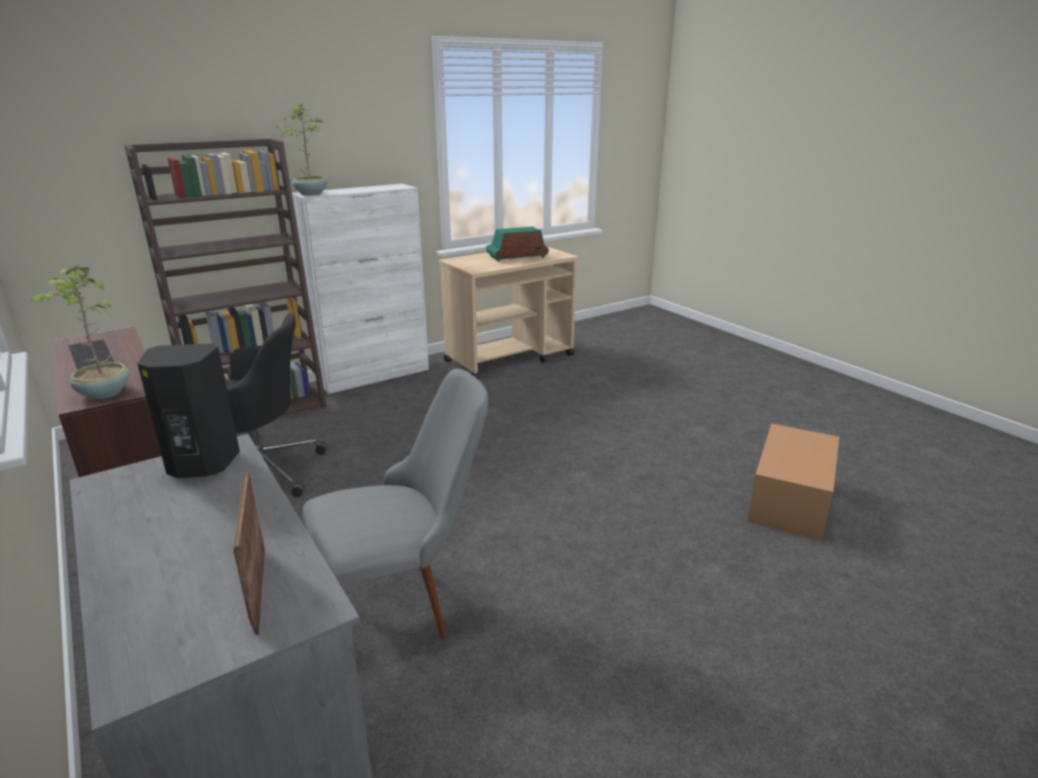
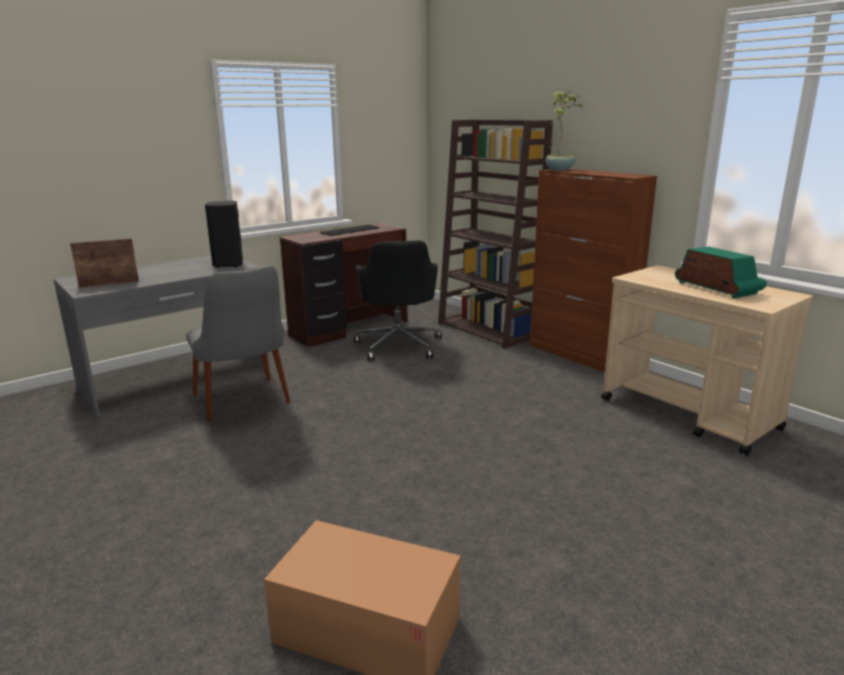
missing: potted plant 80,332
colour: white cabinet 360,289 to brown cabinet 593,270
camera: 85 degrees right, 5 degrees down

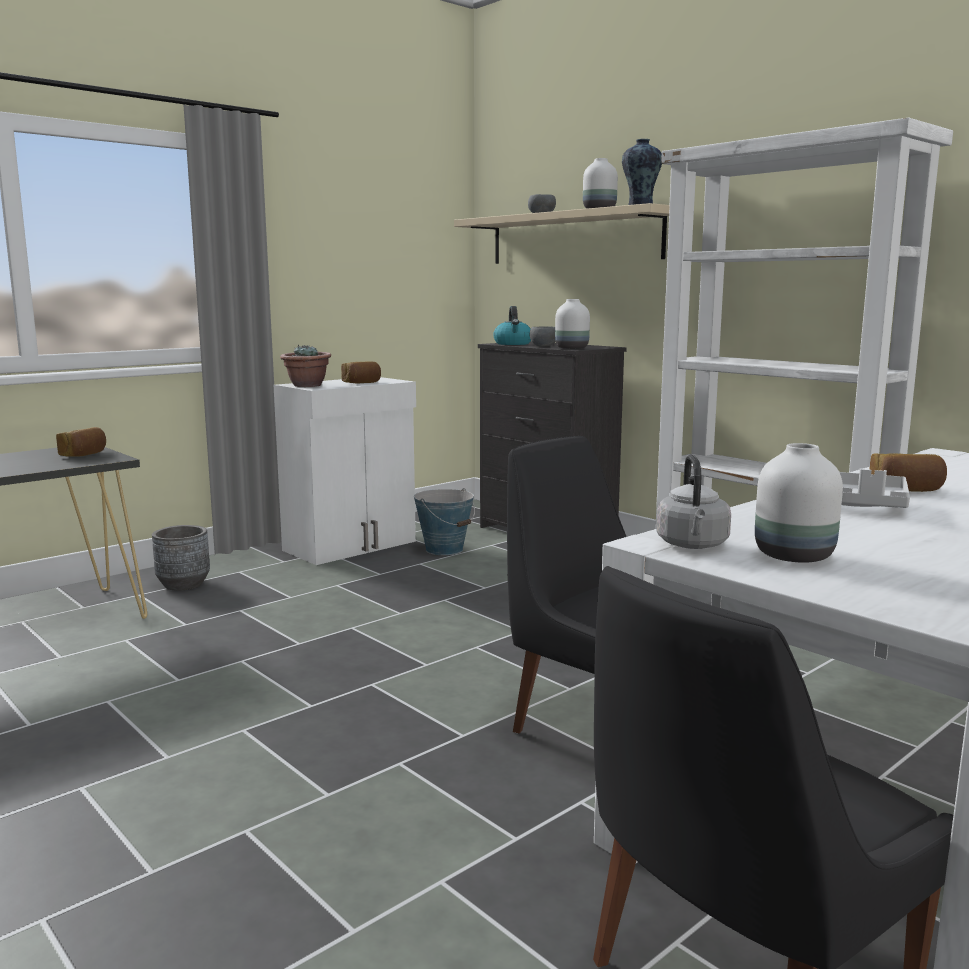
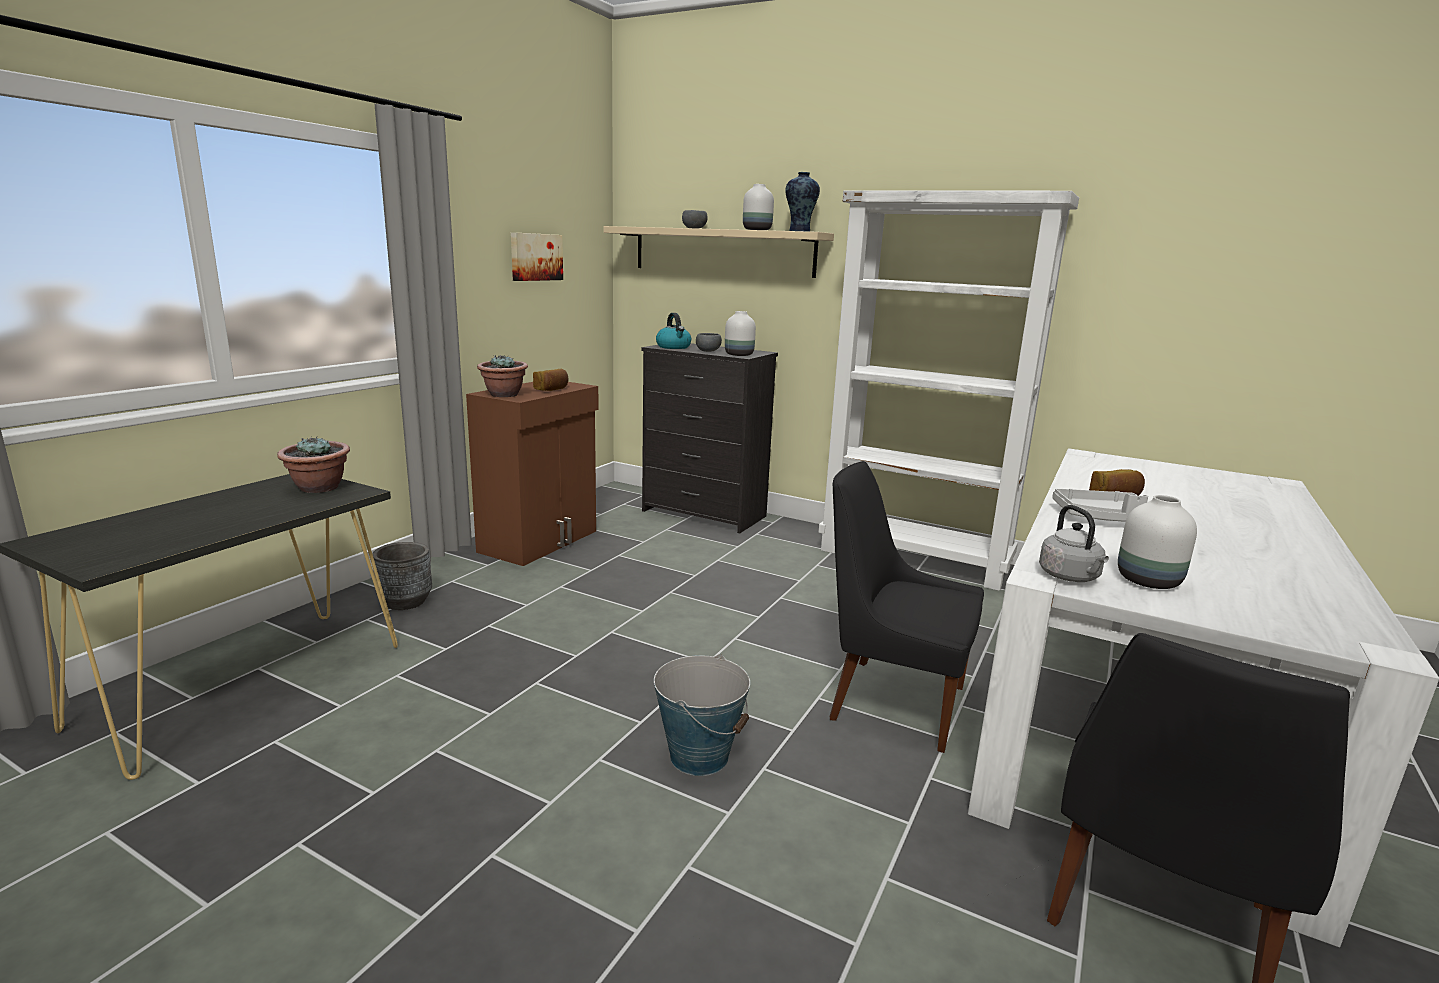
appeared: picture 537,256
relocated: bucket 444,521 to 702,715
exchanged: bread 81,442 to potted plant 313,465
colour: white cabinet 345,471 to brown cabinet 532,474
camera: 20 degrees left, 5 degrees up

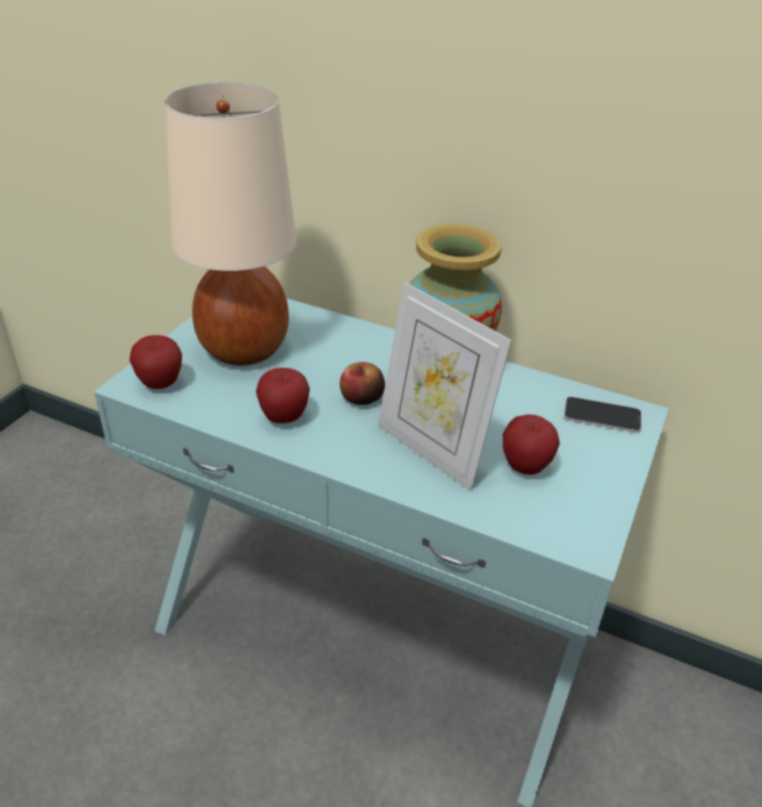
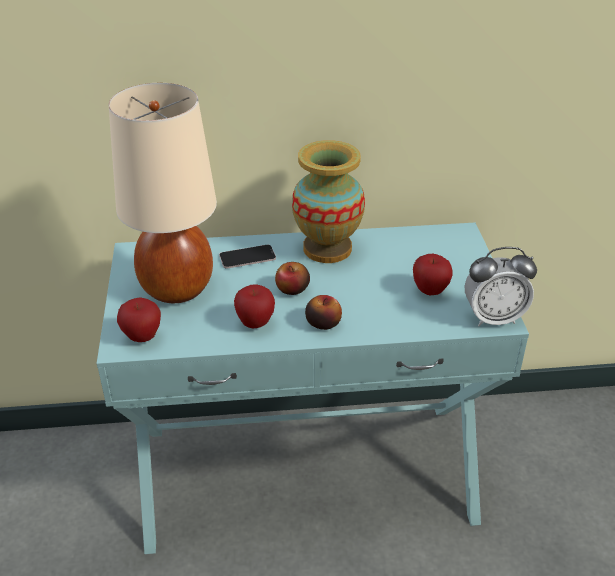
missing: picture frame 445,386
appeared: alarm clock 501,286; apple 323,312
relocated: phone 603,415 to 247,256
camera: 30 degrees left, 0 degrees up

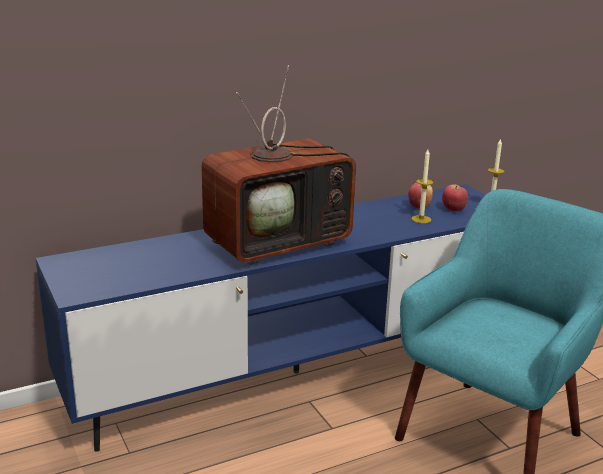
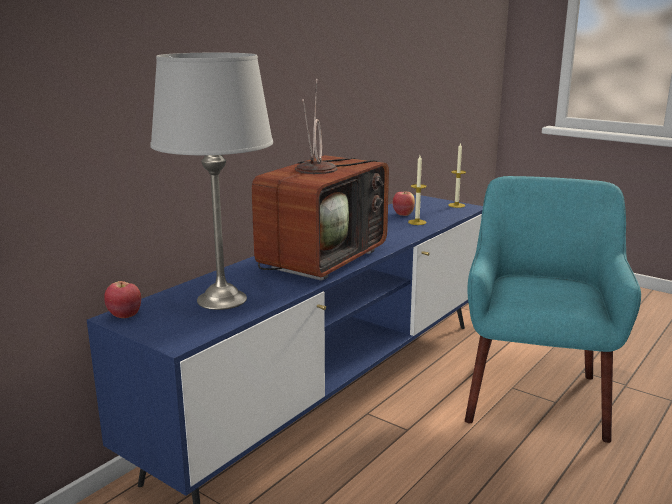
appeared: grey table lamp 211,181
relocated: apple 455,198 to 122,299
camera: 25 degrees left, 5 degrees down

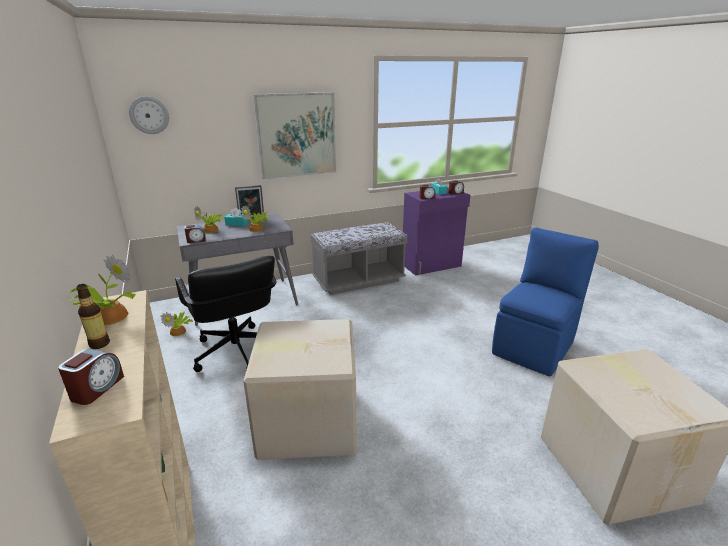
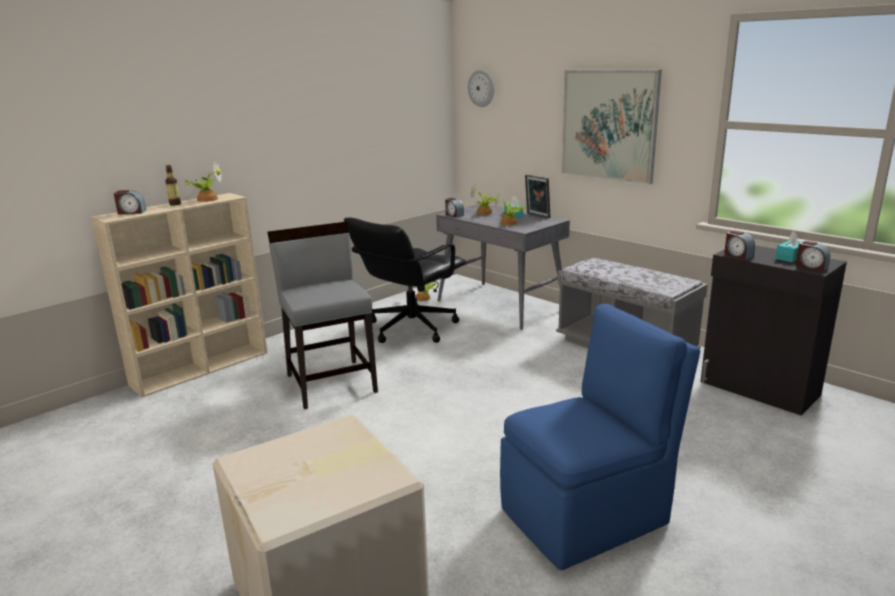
exchanged: cardboard box 300,389 to grey chair 322,315
colour: purple cabinet 437,232 to black cabinet 773,330
spun: blue chair 545,301 = 600,437 45 degrees counterclockwise
camera: 70 degrees right, 5 degrees down

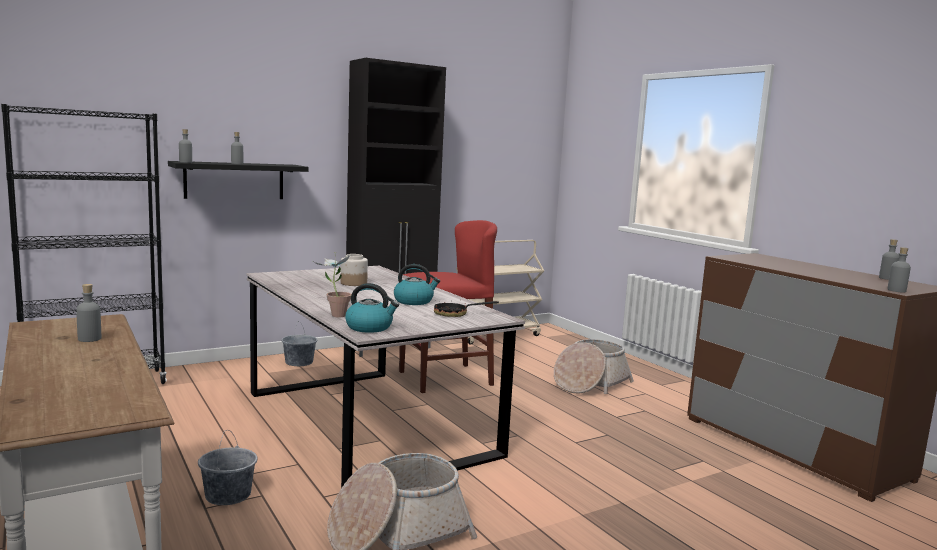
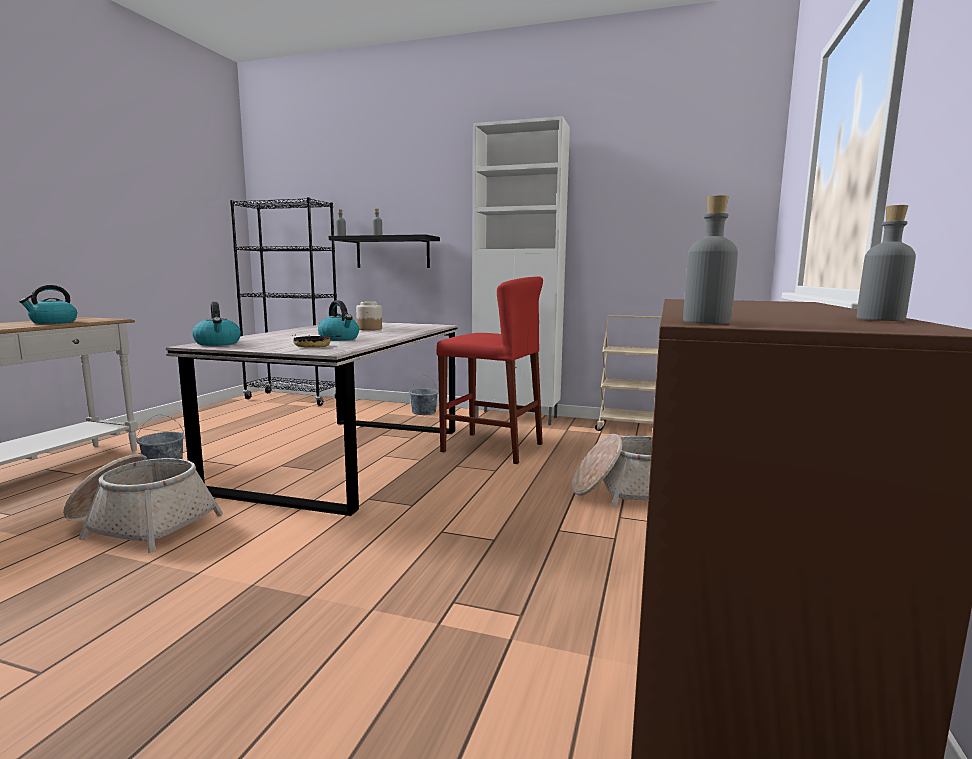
missing: potted plant 333,284
exchanged: grey bottle 88,313 to kettle 48,304
colour: black cabinet 396,207 to white cabinet 521,270
camera: 50 degrees right, 0 degrees up

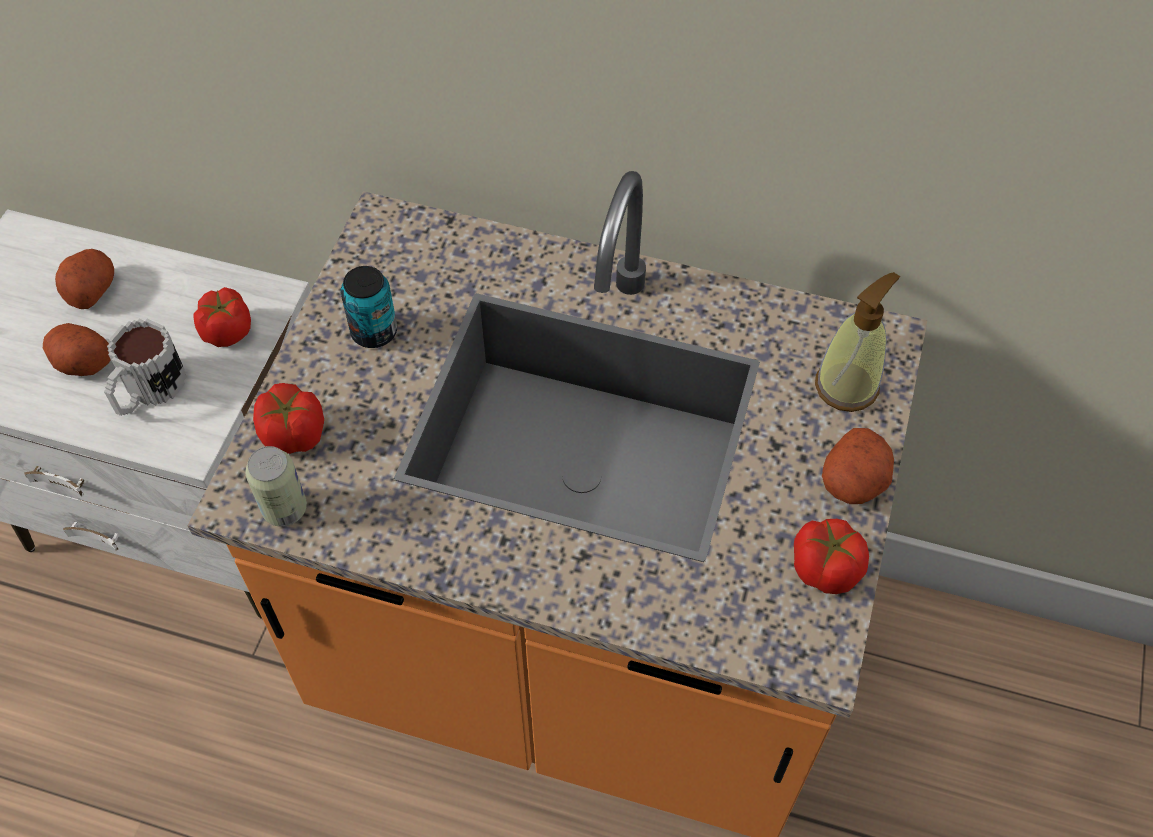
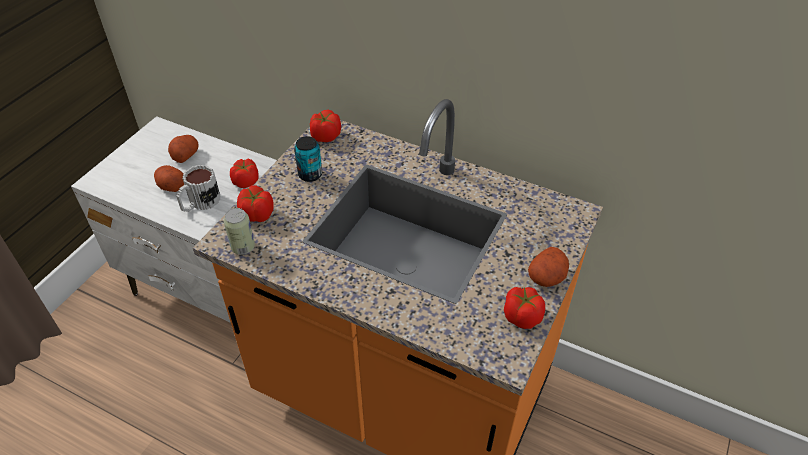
missing: soap dispenser 857,342
appeared: tomato 325,126
camera: 10 degrees right, 10 degrees down

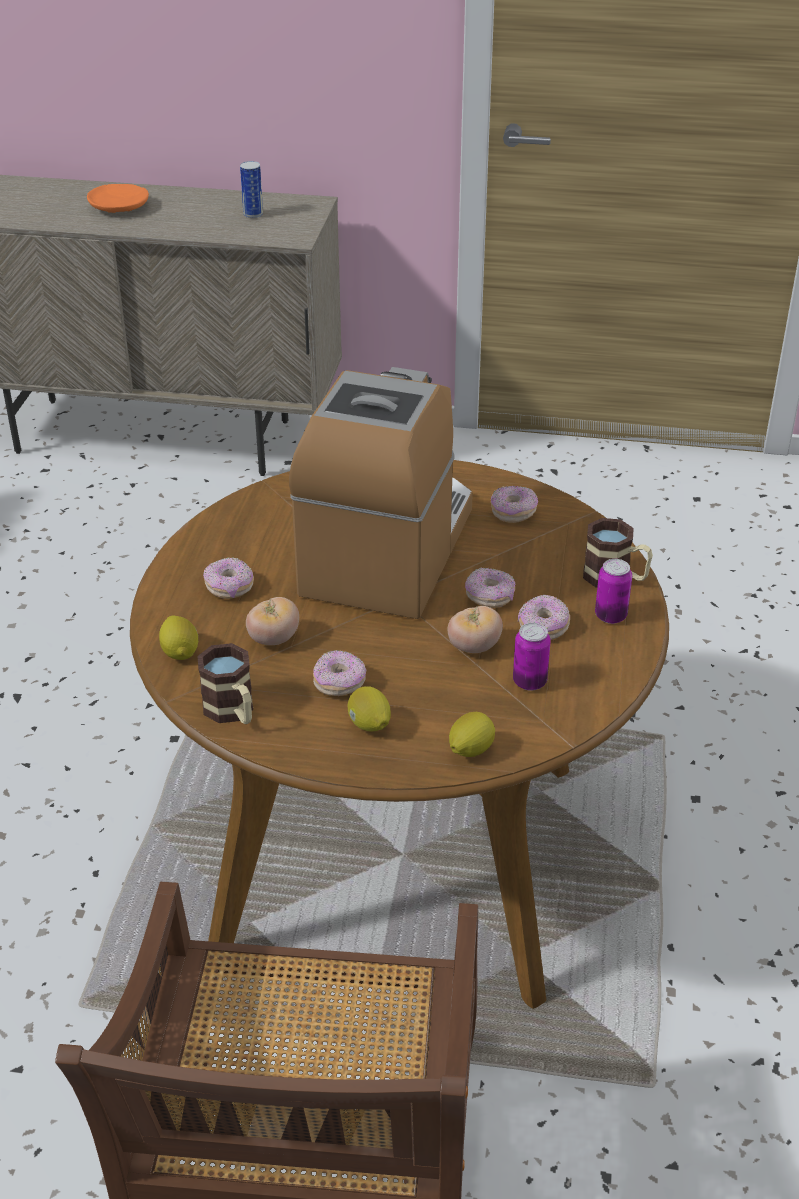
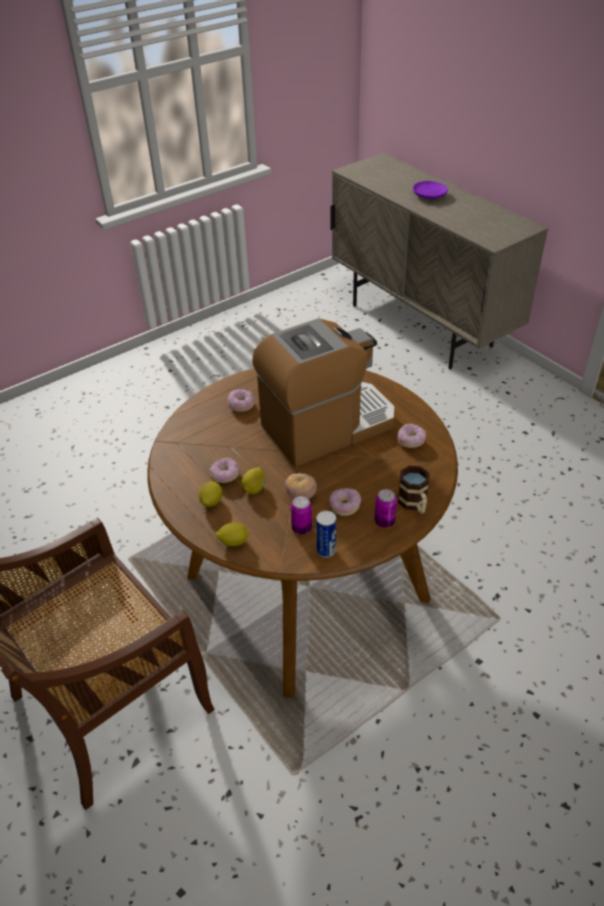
missing: donut 490,588; tomato 272,621; mug 225,683
relocated: can 251,189 to 326,534; lemon 178,637 to 253,480
colour: orange plate 118,198 to purple plate 430,190
camera: 45 degrees right, 5 degrees up

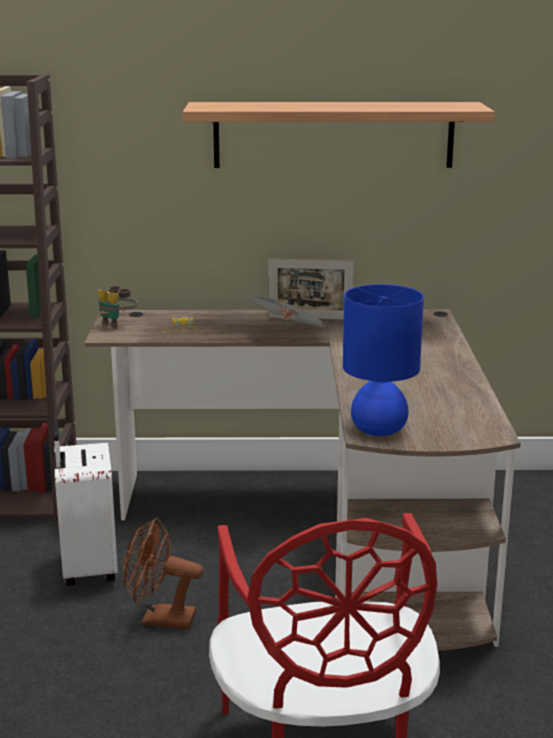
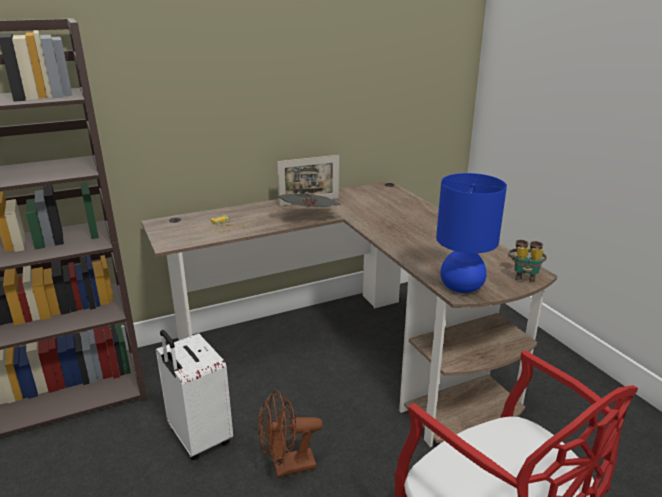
missing: shelf 339,135
relocated: binoculars 118,307 to 527,261
camera: 25 degrees left, 5 degrees up

